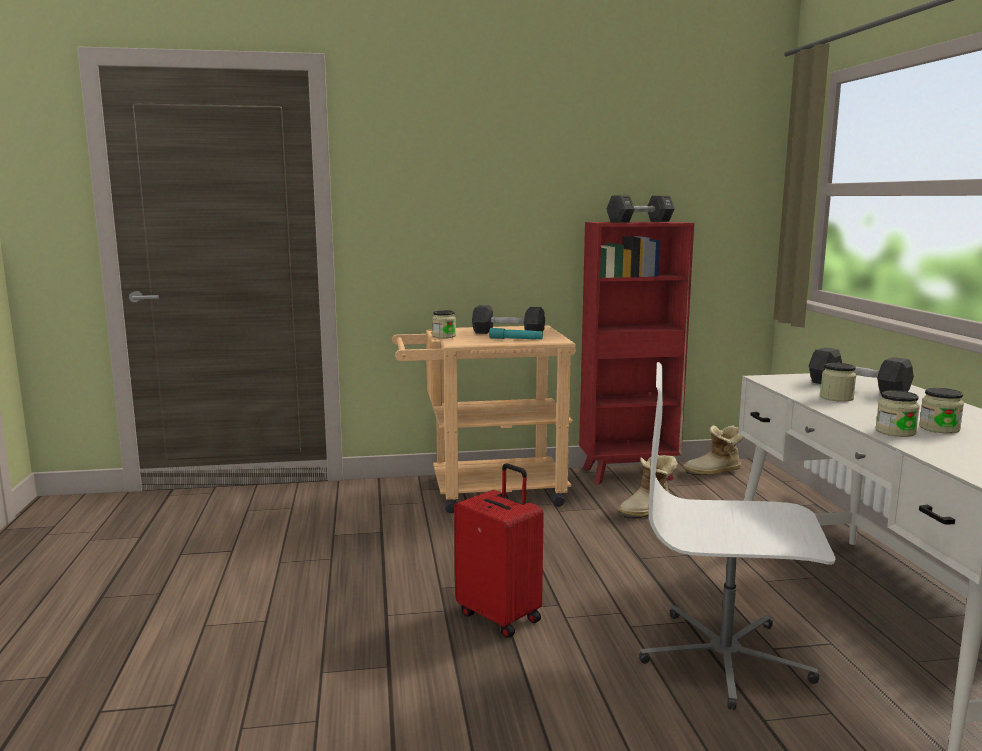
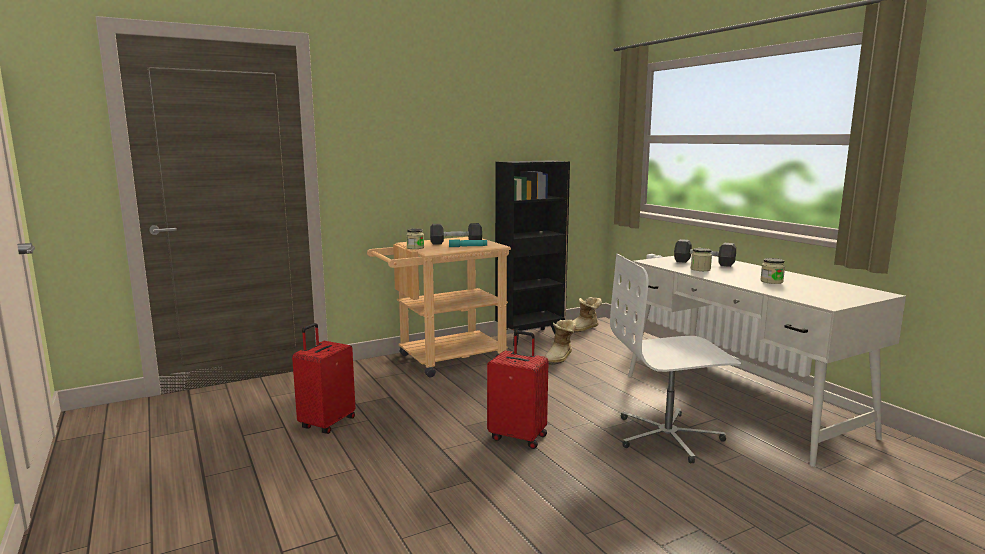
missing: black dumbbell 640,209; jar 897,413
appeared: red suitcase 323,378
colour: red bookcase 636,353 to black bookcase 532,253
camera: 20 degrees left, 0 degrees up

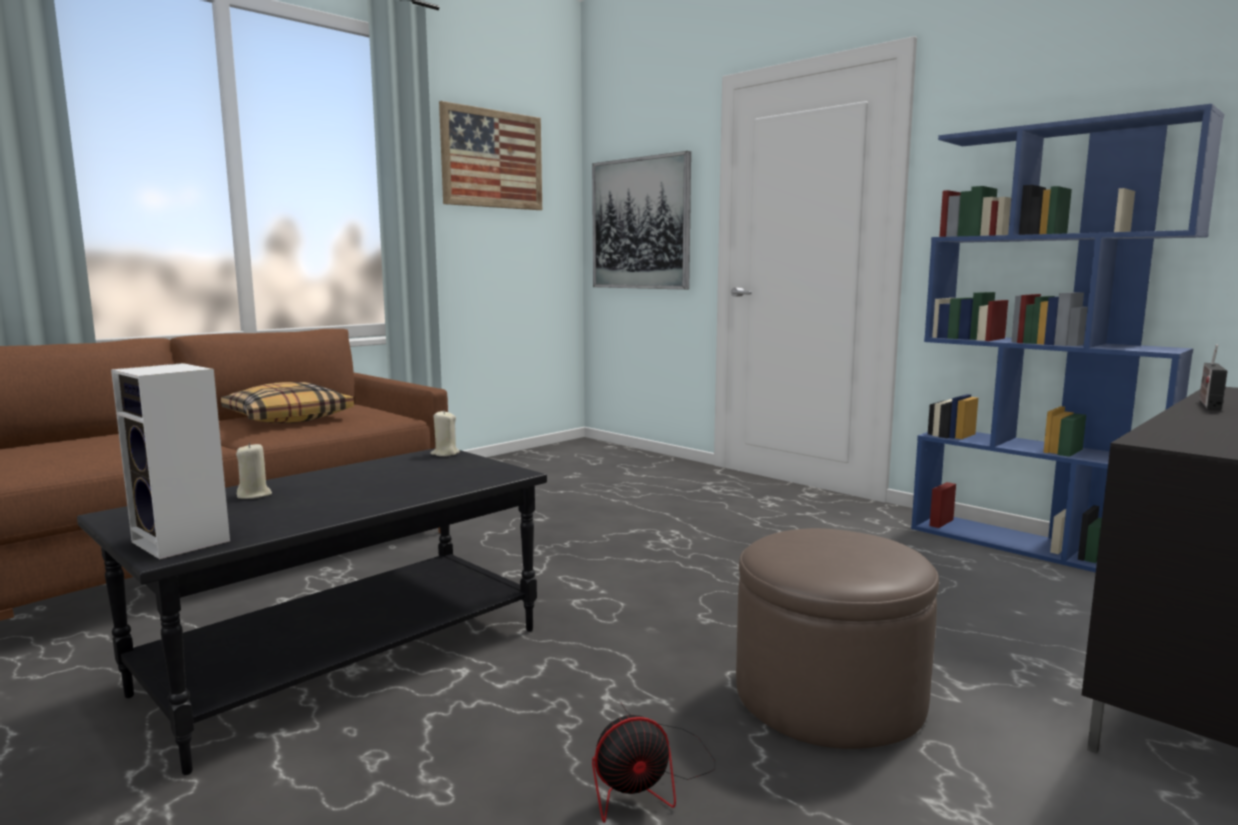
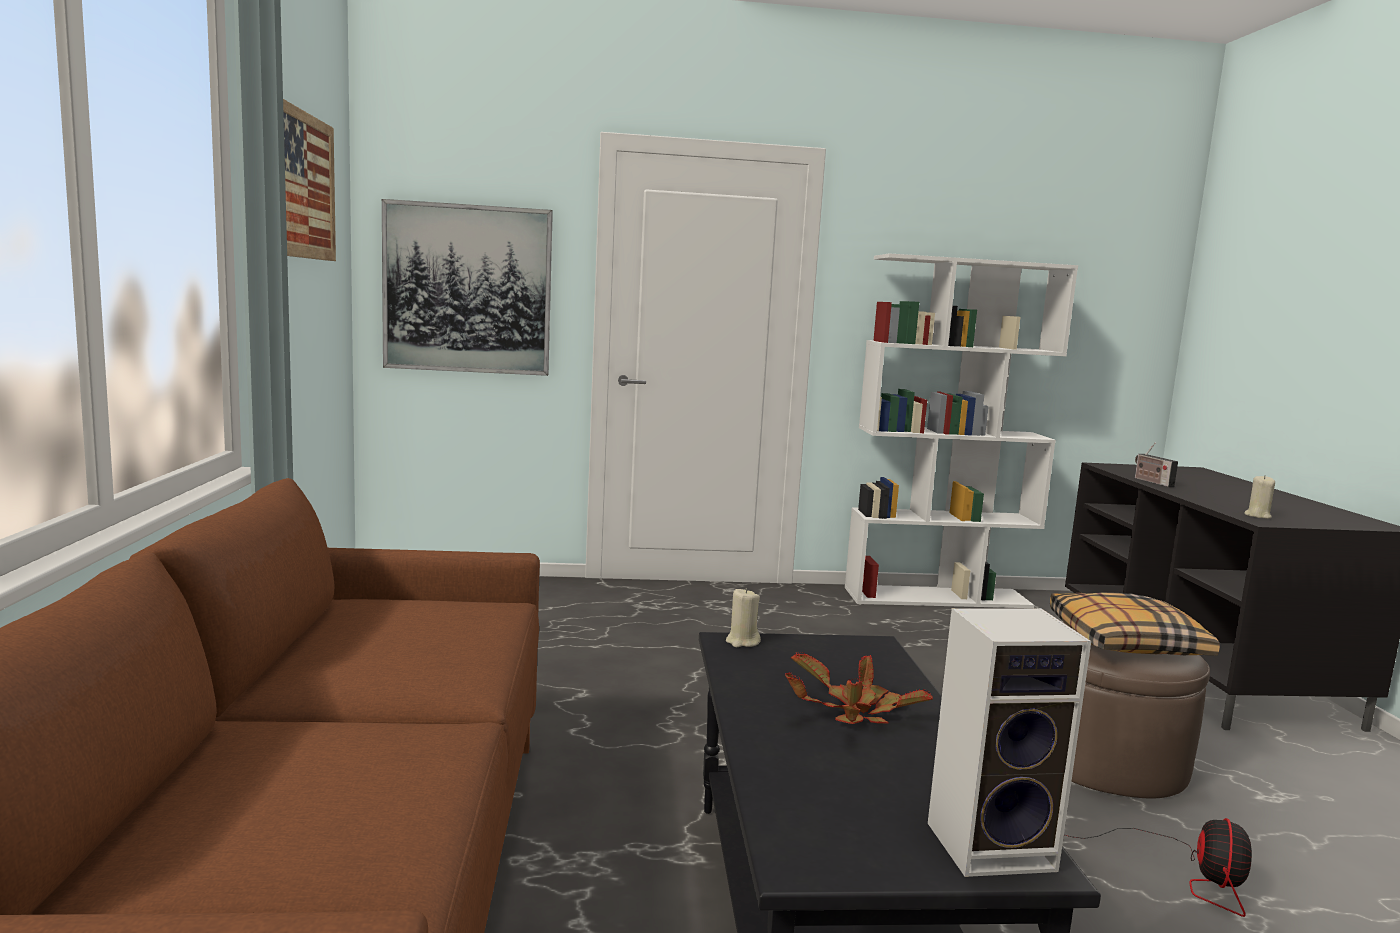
appeared: potted plant 859,688
relocated: pillow 287,402 to 1135,624; beige candle 254,471 to 1260,497
colour: blue bookcase 1067,338 to white bookcase 961,430
camera: 50 degrees left, 0 degrees up

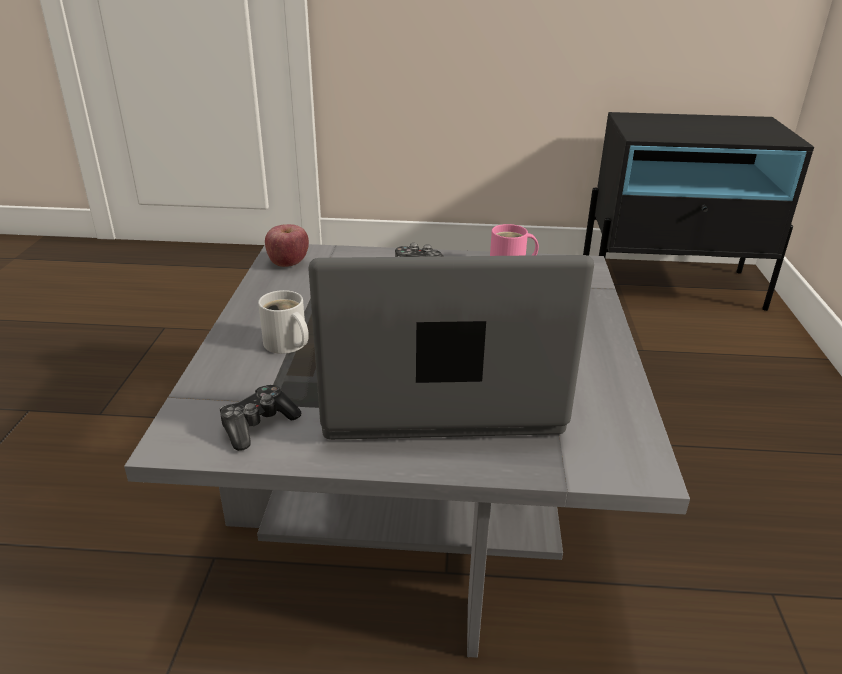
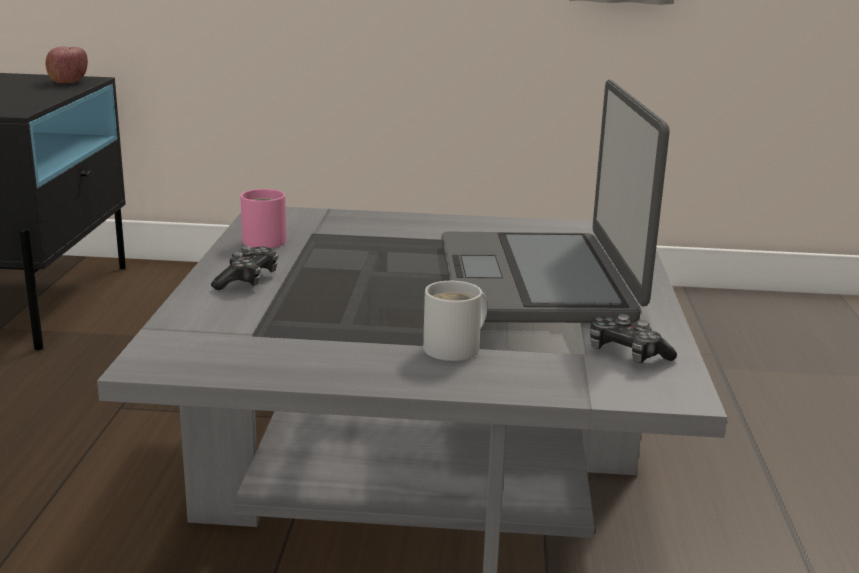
relocated: apple 287,245 to 67,65
camera: 90 degrees left, 10 degrees down

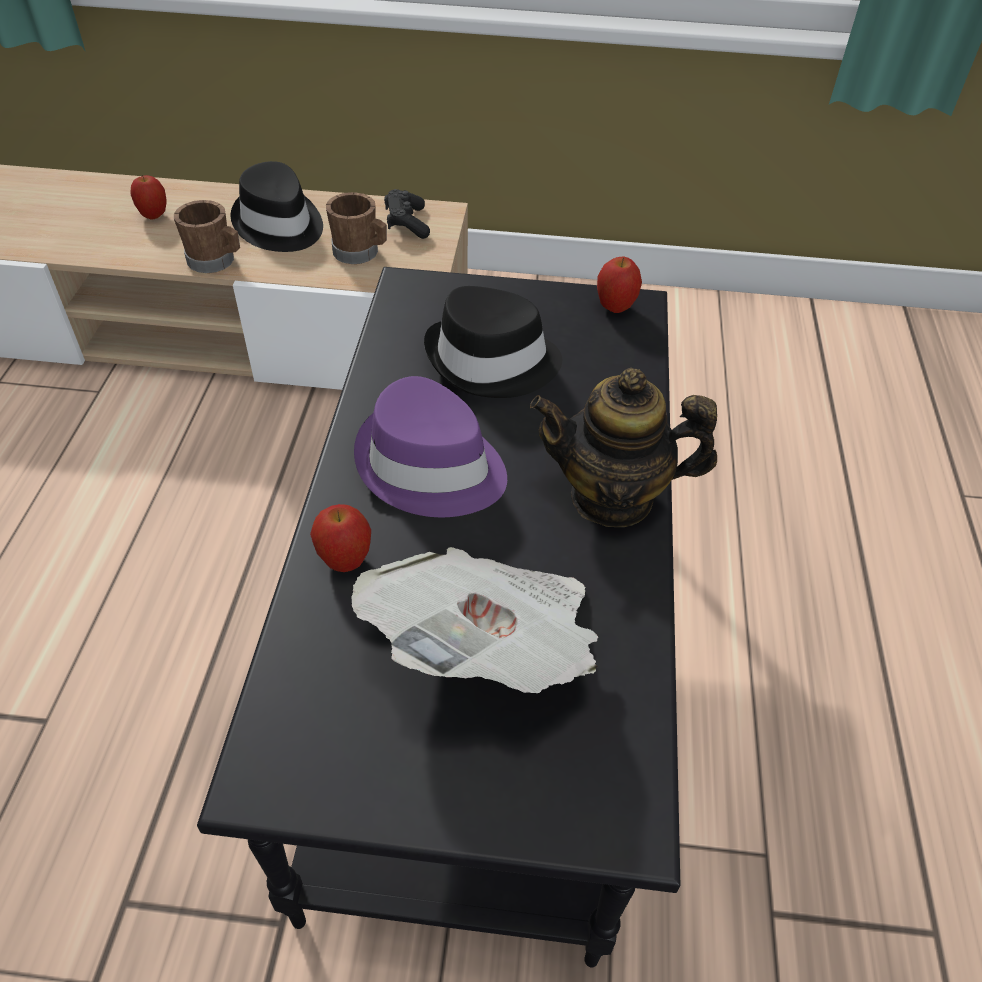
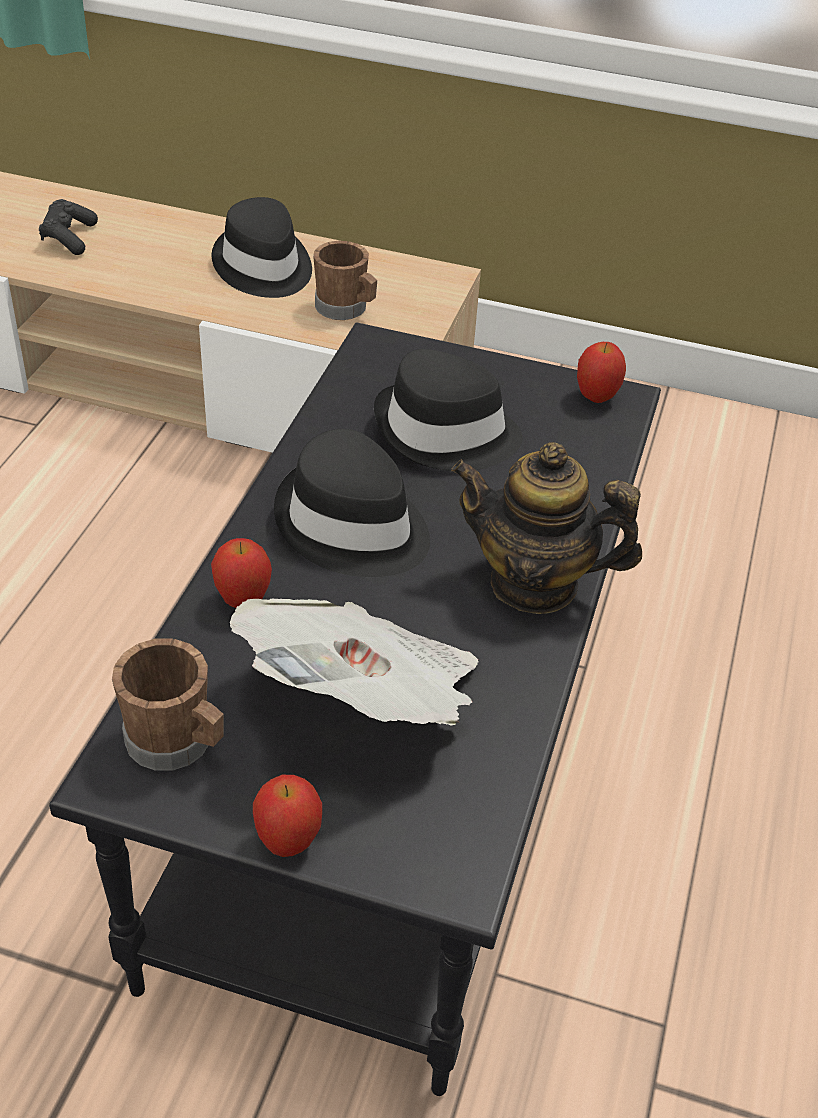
relocated: apple 149,197 to 287,816; black game controller 407,214 to 68,227; brown mug 207,236 to 168,705
colour: purple hat 430,446 to black hat 352,503
camera: 10 degrees right, 5 degrees down

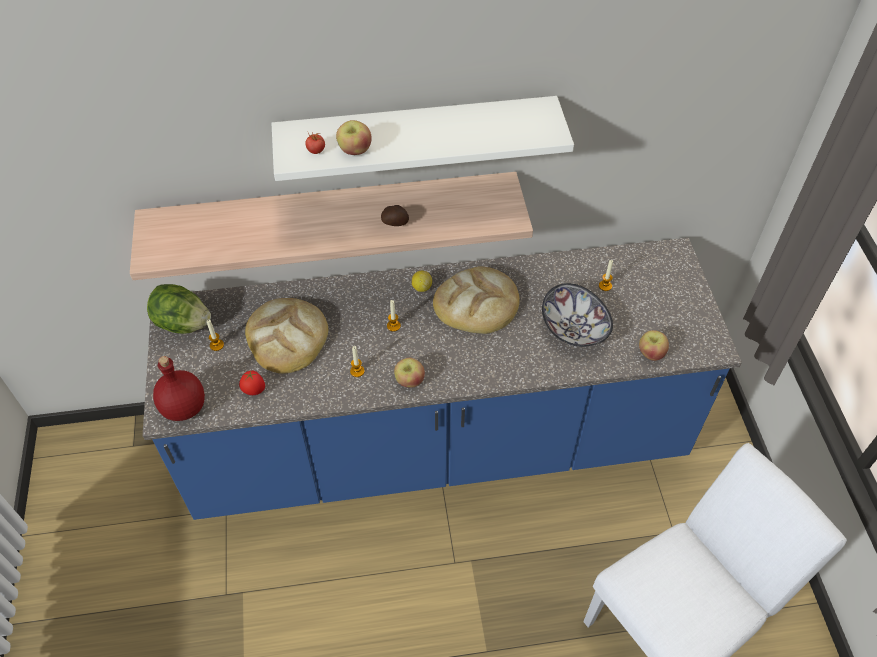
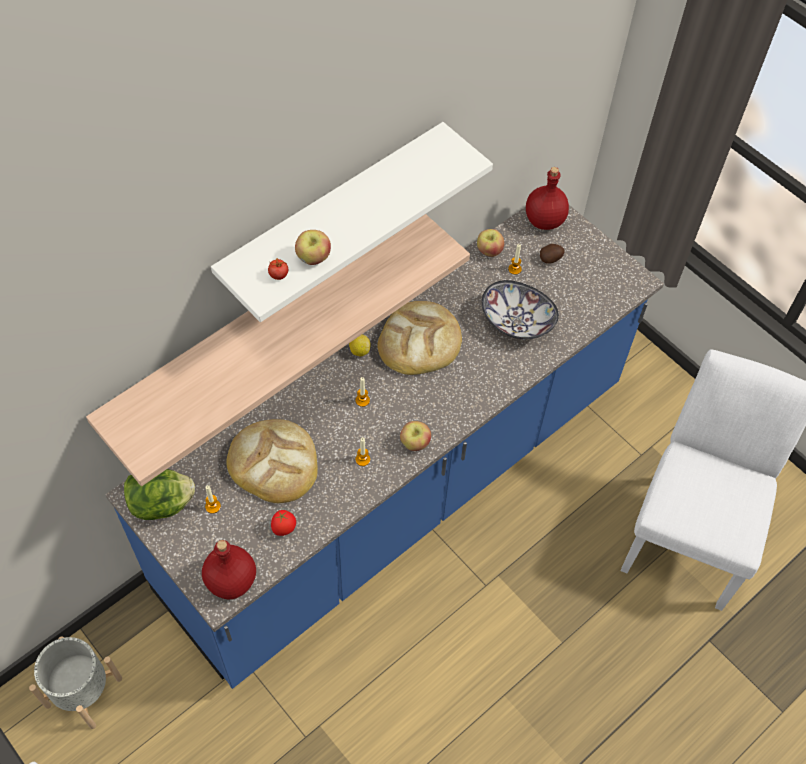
appeared: red bottle 547,198; grey planter 75,682
relocated: potato 395,215 to 552,254; apple 654,345 to 490,243
camera: 35 degrees left, 5 degrees up

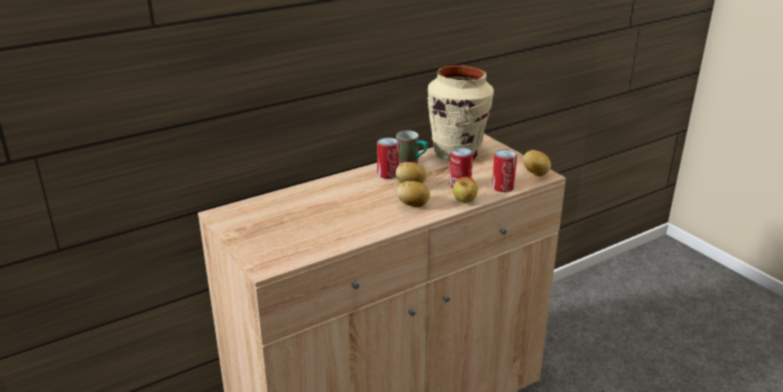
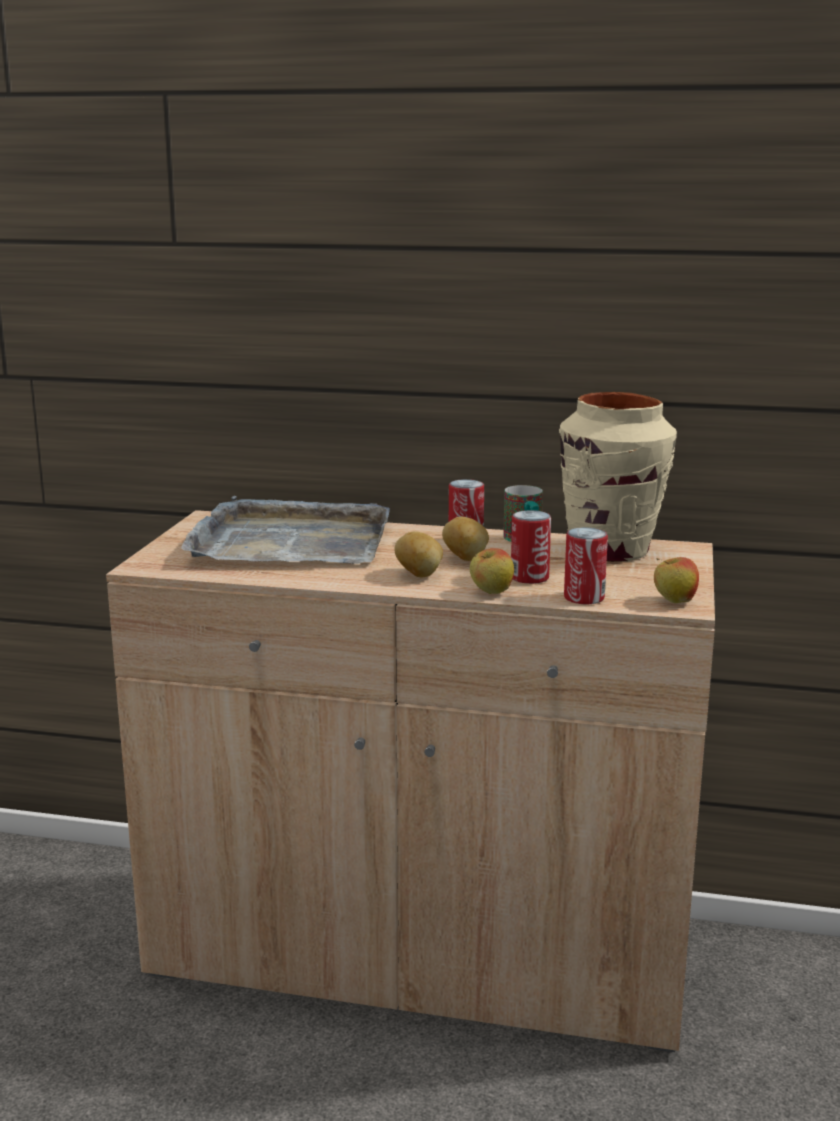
appeared: grey tray 285,530
exchanged: potato 537,163 to apple 676,580
camera: 45 degrees right, 10 degrees down

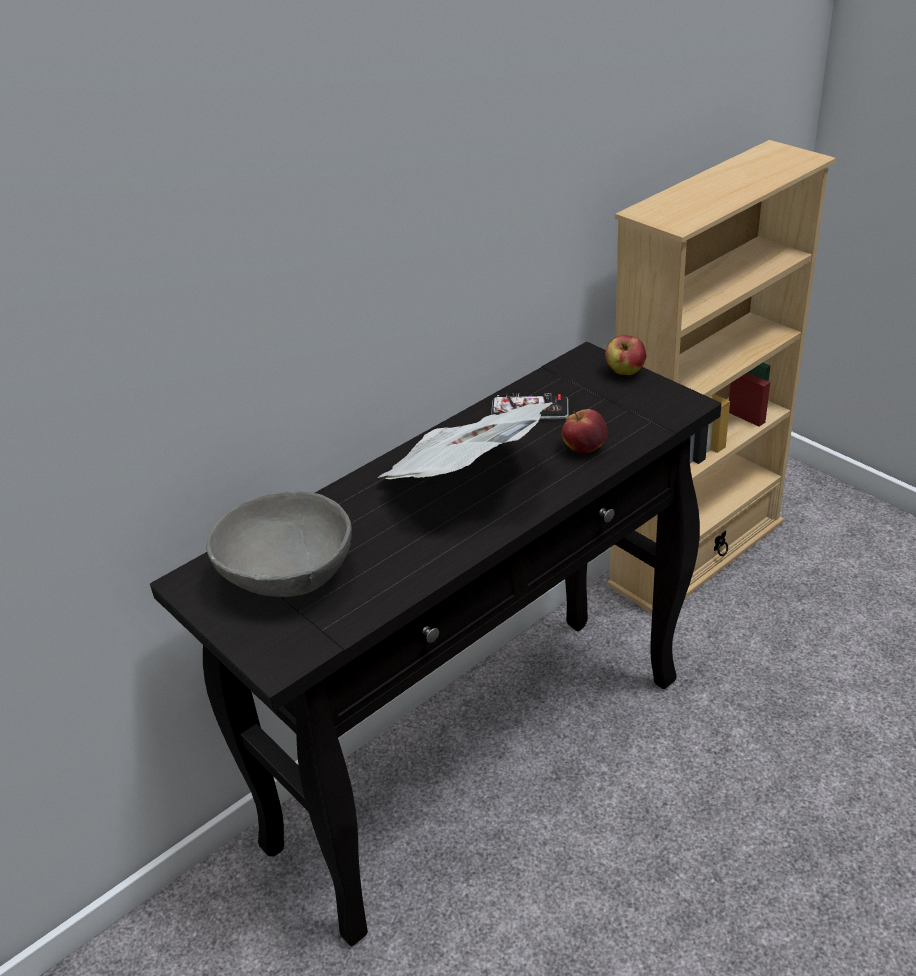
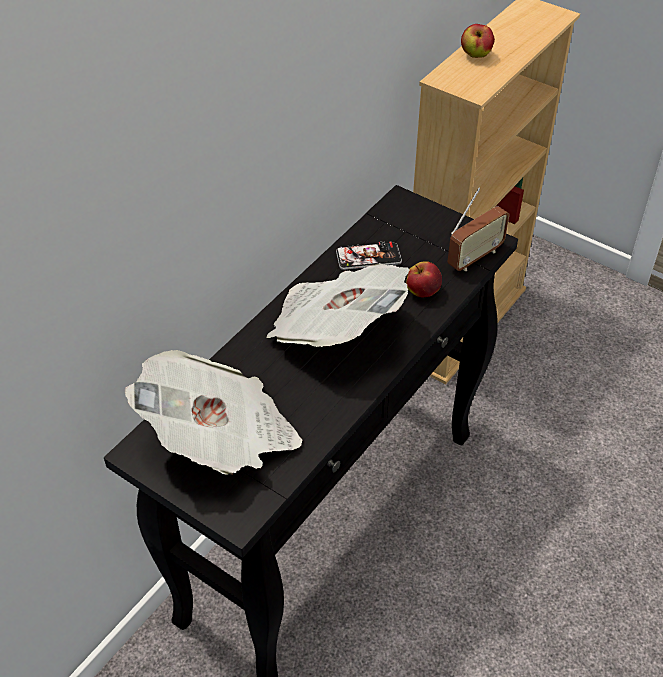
appeared: radio 478,229
relocated: apple 625,355 to 478,41
exchanged: grey bowl 279,544 to newspaper 214,412
camera: 15 degrees left, 10 degrees up

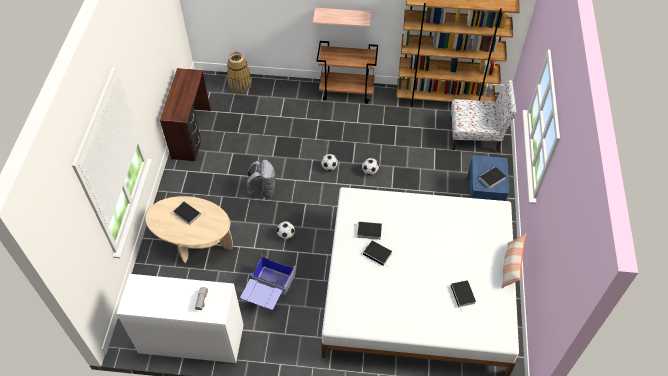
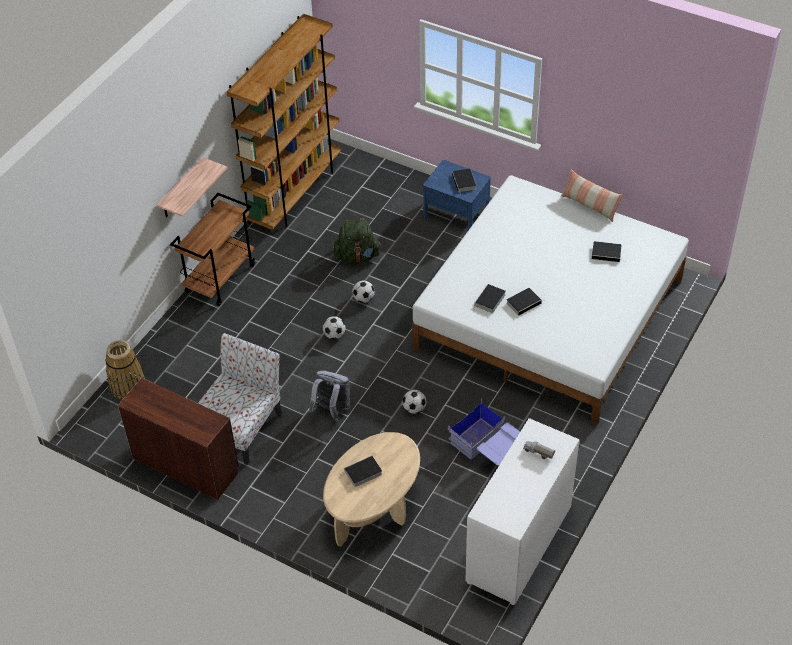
appeared: green backpack 357,240
relocated: chair 483,116 to 240,399
camera: 65 degrees left, 5 degrees down

